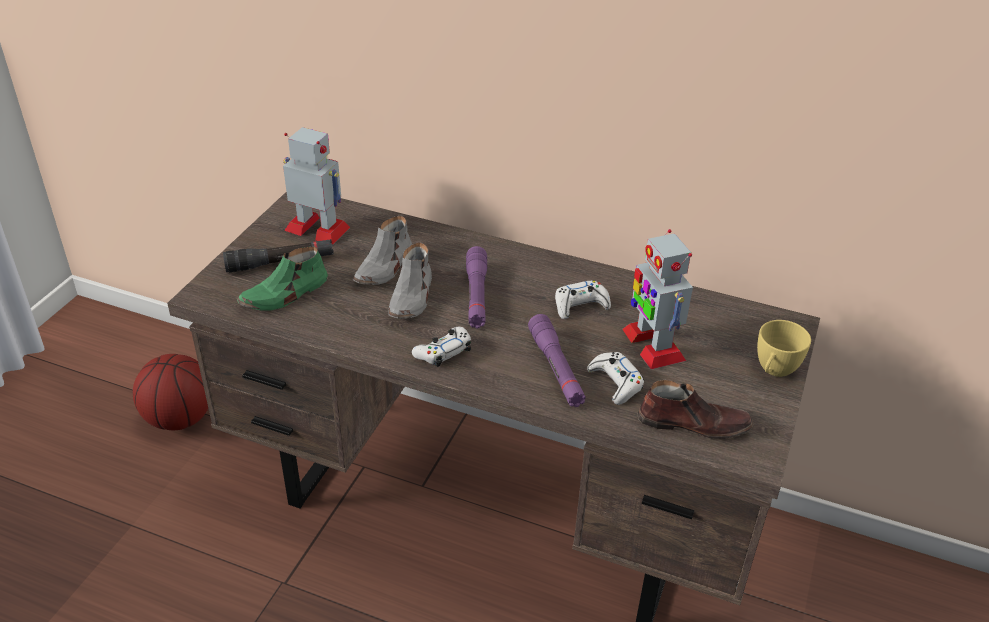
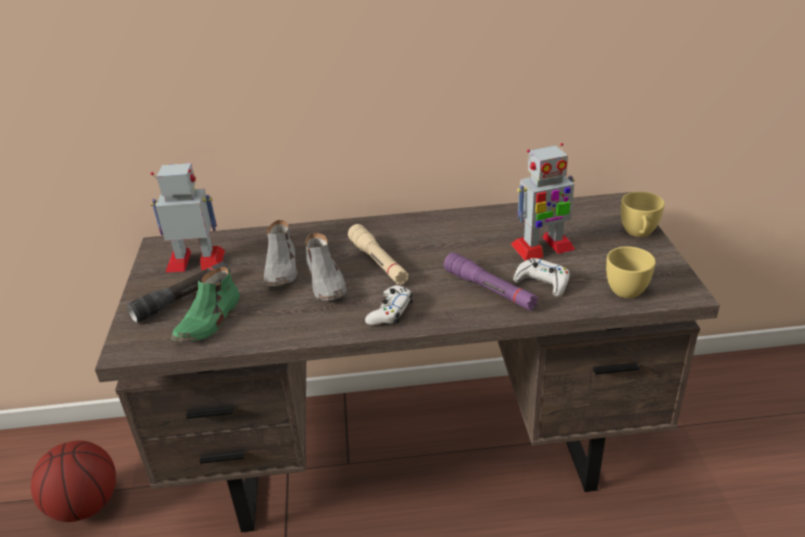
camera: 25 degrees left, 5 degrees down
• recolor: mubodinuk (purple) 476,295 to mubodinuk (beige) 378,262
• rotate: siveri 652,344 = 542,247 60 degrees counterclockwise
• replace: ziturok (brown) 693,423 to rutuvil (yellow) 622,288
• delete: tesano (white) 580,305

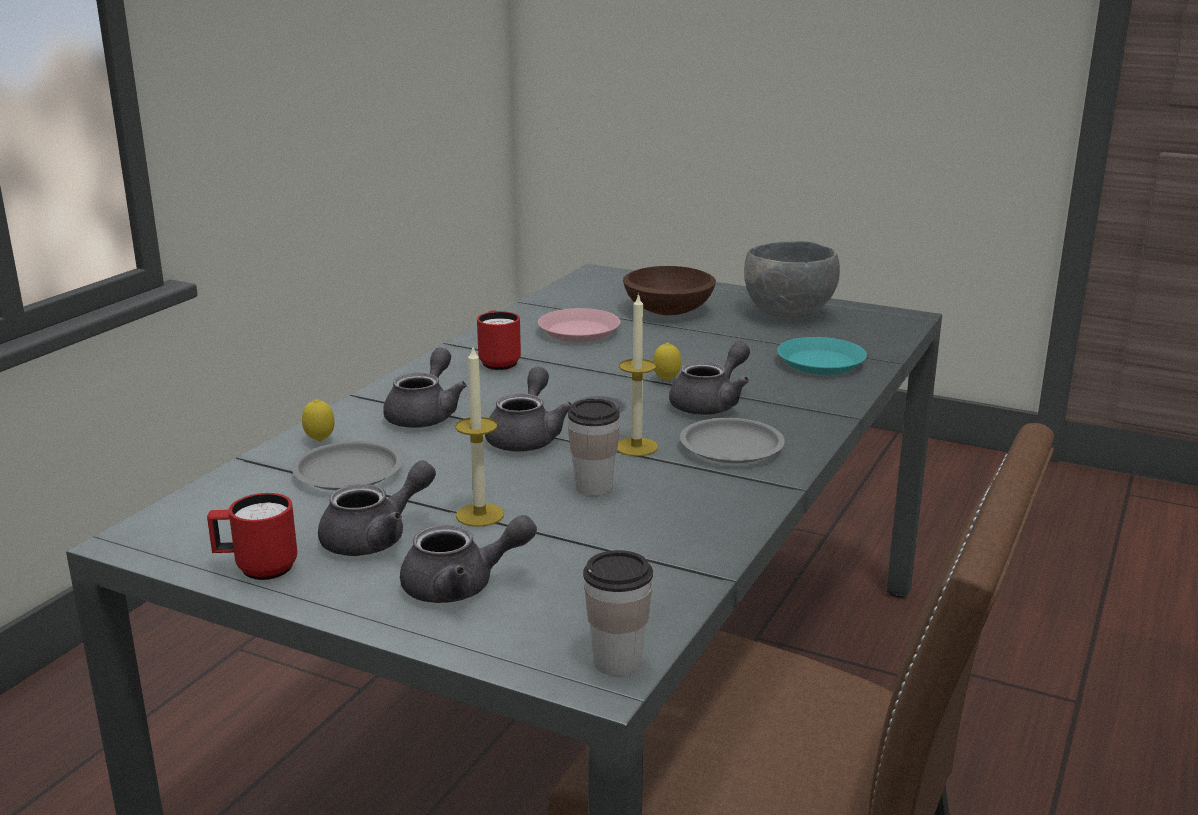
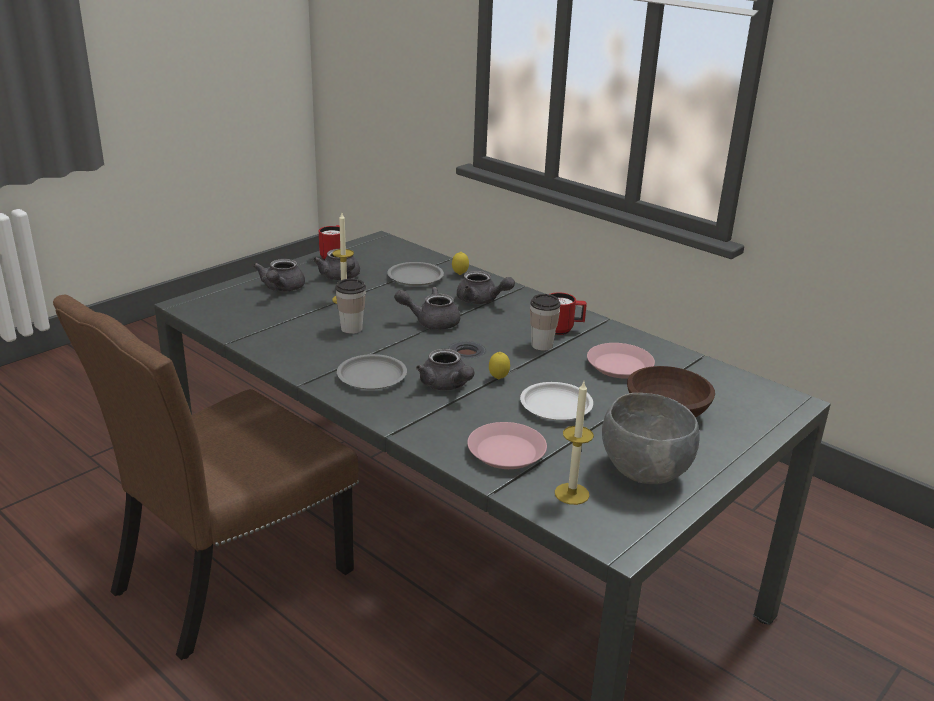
camera: 105 degrees right, 5 degrees up
• rotate: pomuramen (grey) 527,437 = 431,322 150 degrees clockwise
• recolor: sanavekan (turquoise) 820,363 to sanavekan (pink) 506,452
• insert: sanavekan (white) 556,406
• move: rutuvil 617,662 to 542,345
• move: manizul 636,447 to 571,494

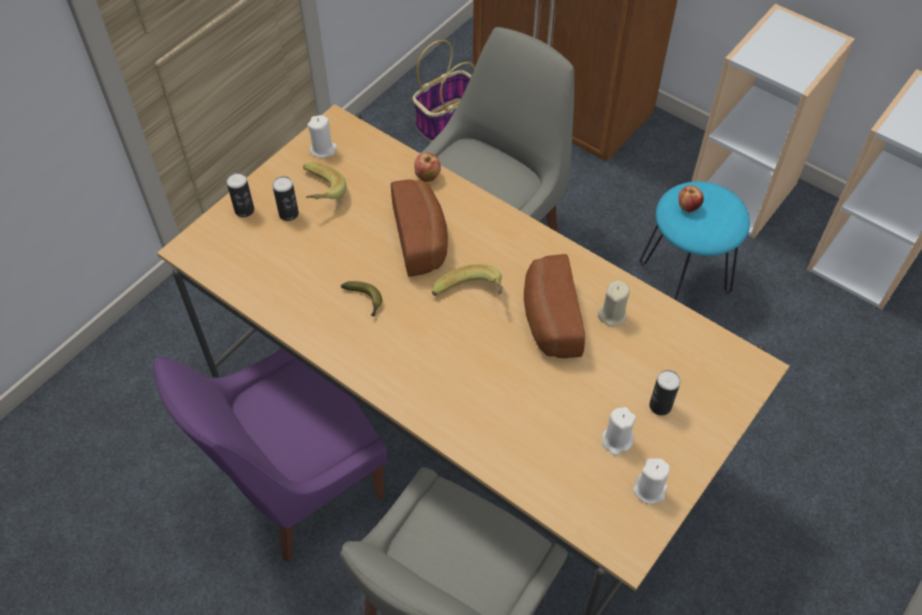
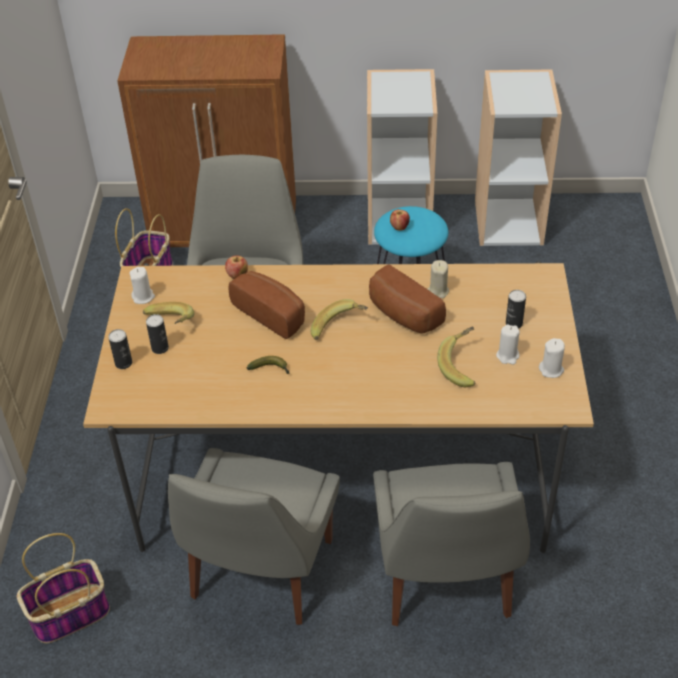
camera: 35 degrees left, 10 degrees down
• insert: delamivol 69,615
• recolor: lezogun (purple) 295,485 to lezogun (grey) 260,573
• insert: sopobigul 463,366

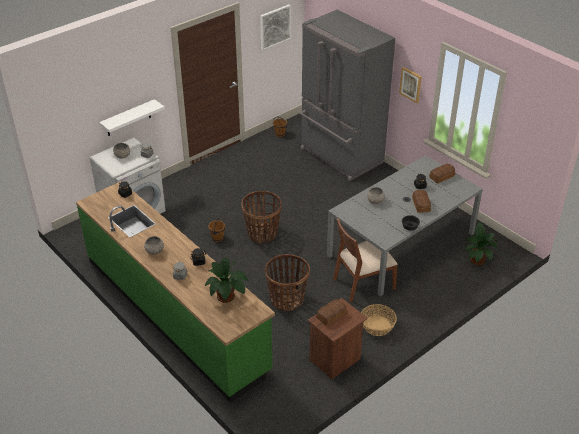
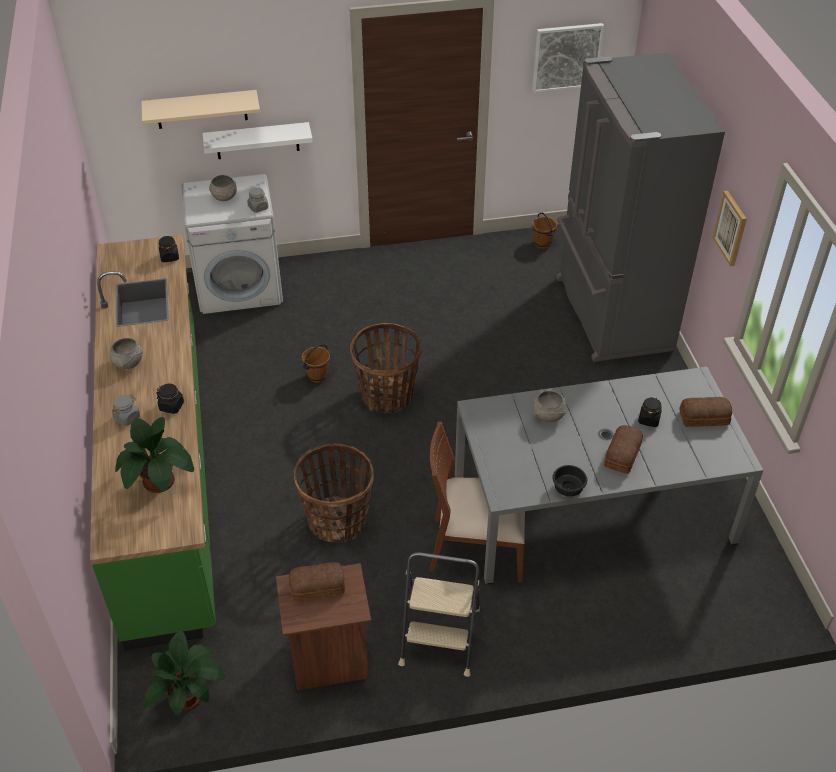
camera: 30 degrees right, 5 degrees up
• insert: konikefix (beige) 201,109
• move: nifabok 477,259 to 188,695
• replace: delamivol 377,325 to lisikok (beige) 441,633

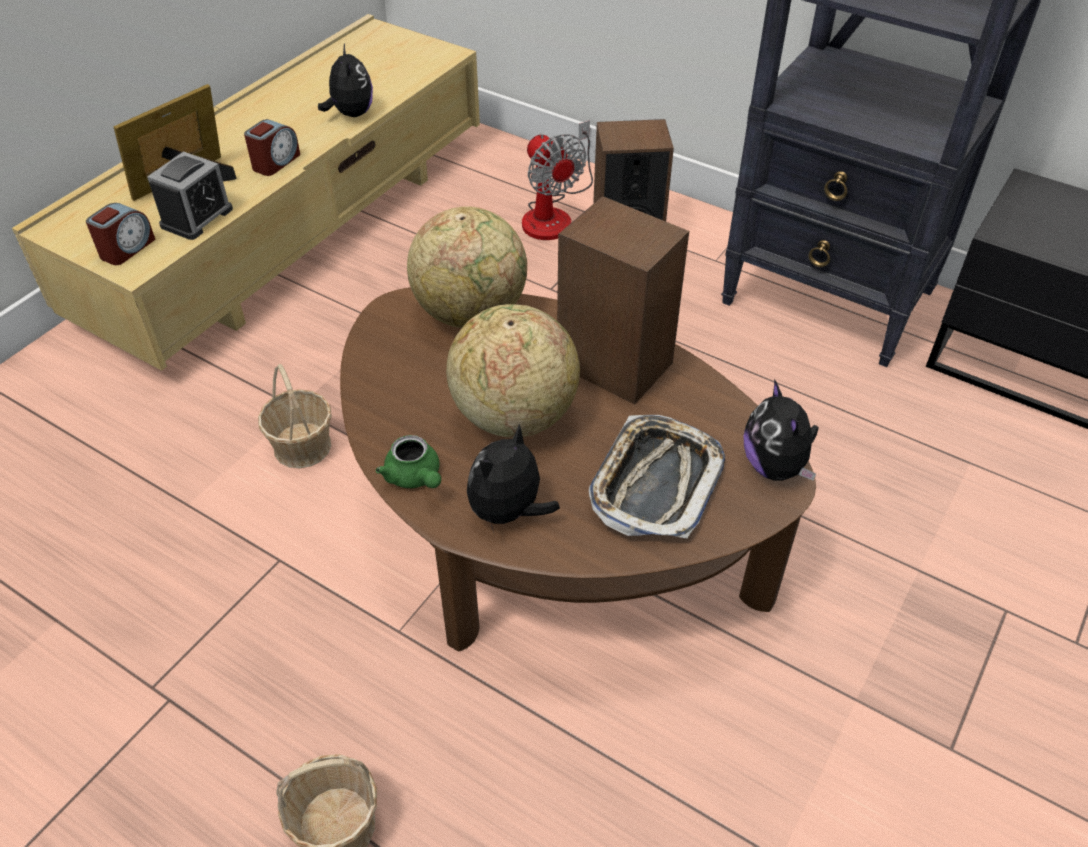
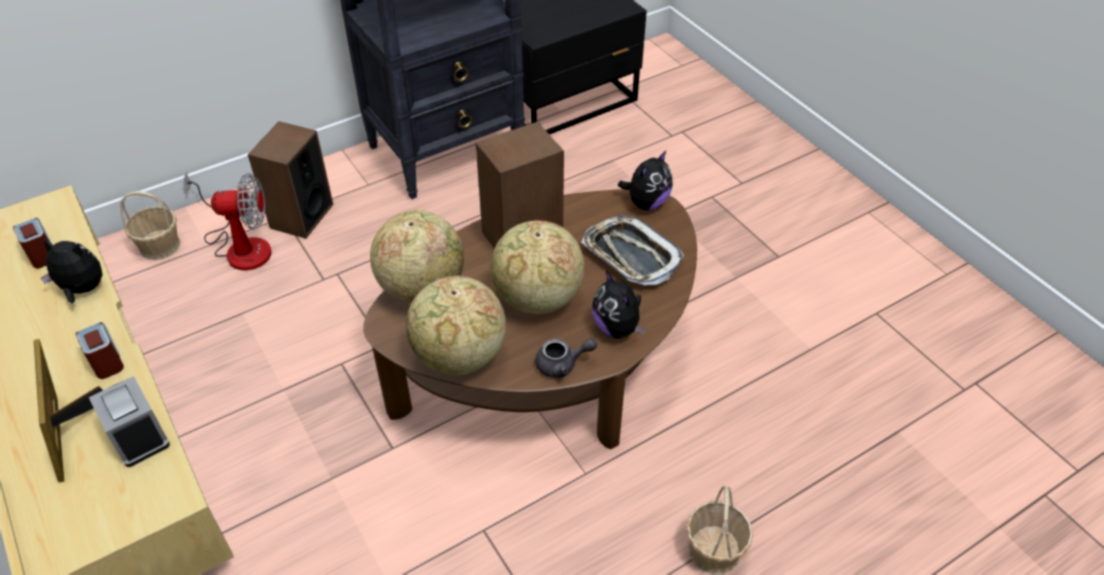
camera: 65 degrees left, 0 degrees up
• move: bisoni 127,249 to 41,253
• move: delamivol 302,446 to 159,245
• insert: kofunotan 459,356
• recolor: pomuramen (green) 415,478 to pomuramen (grey) 562,364
• rotate: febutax 776,466 = 646,203 60 degrees counterclockwise

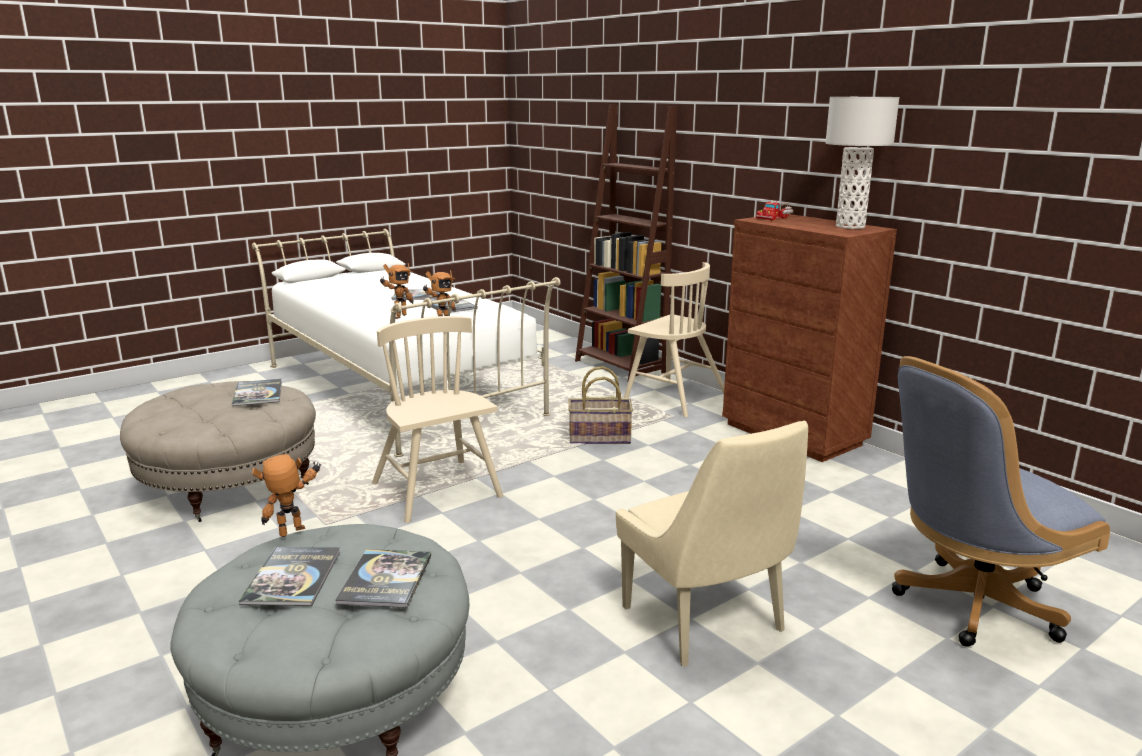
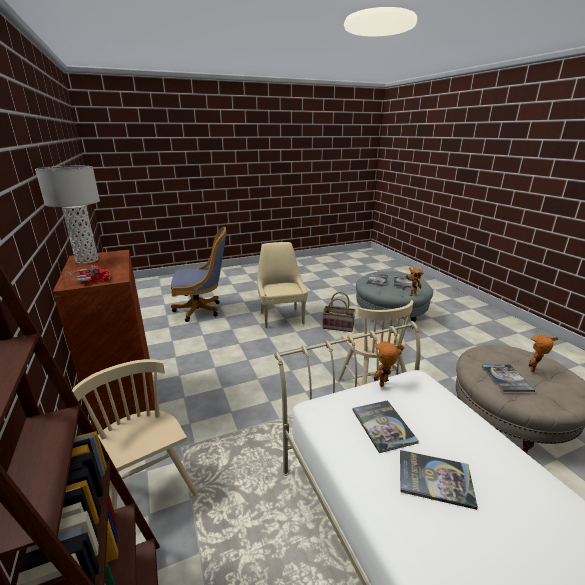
camera: 165 degrees left, 5 degrees up
• move: delamivol 599,438 to 338,326
• move: siveri 398,316 to 535,370

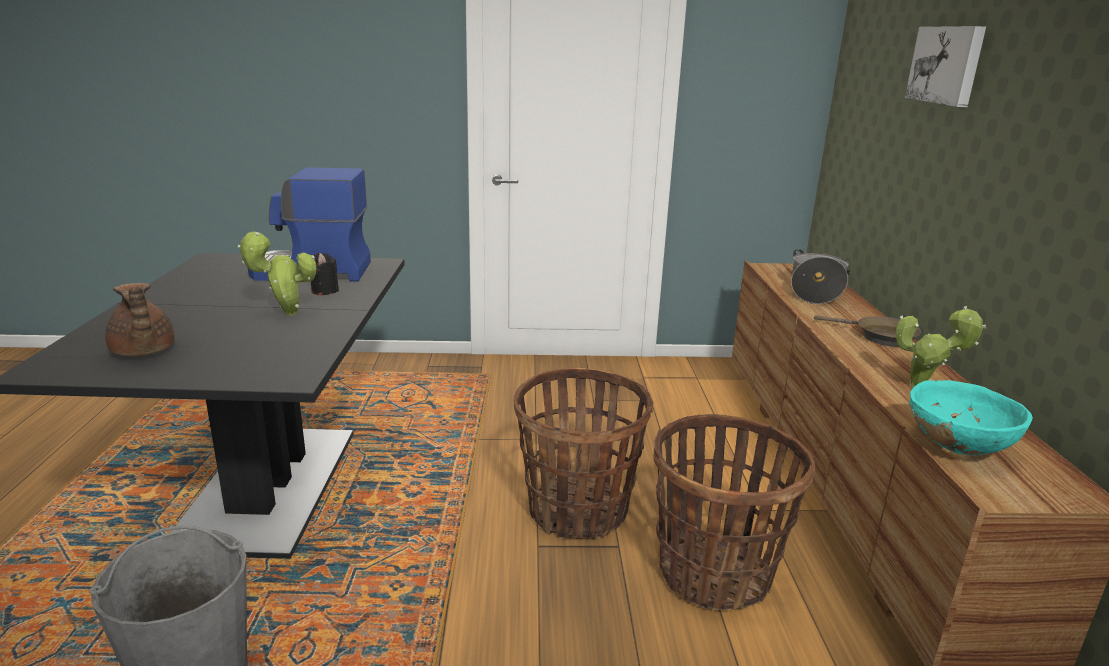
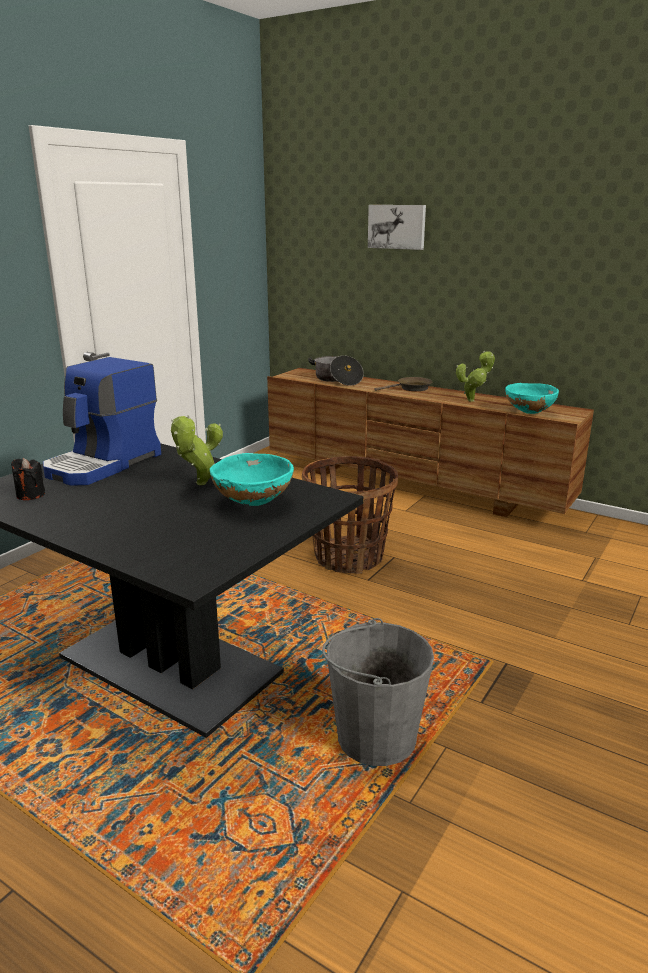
camera: 55 degrees left, 0 degrees up
• move: manizul (black) 325,291 to 30,495
• insert: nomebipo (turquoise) 252,504
• delete: pomuramen (brown) 143,352
• delete: delamivol 715,574

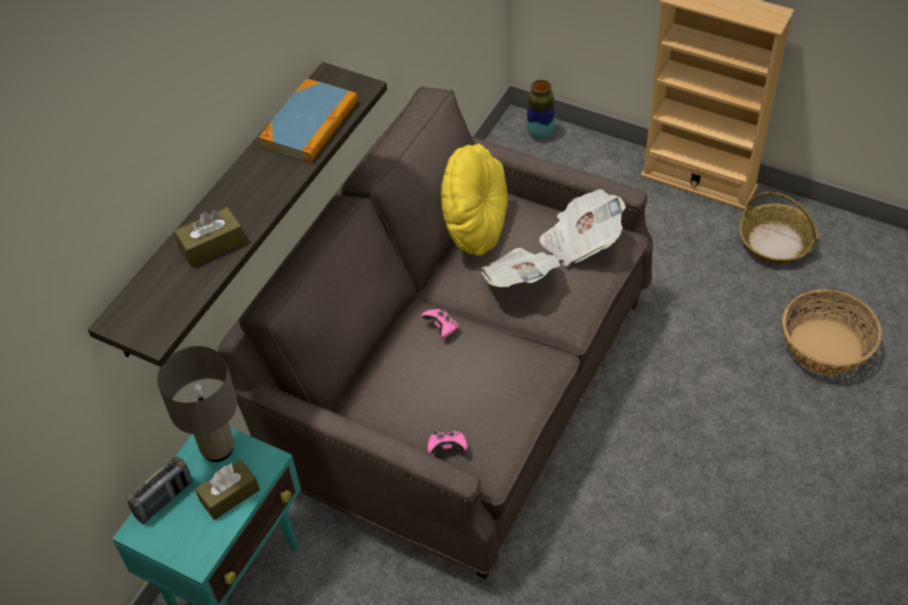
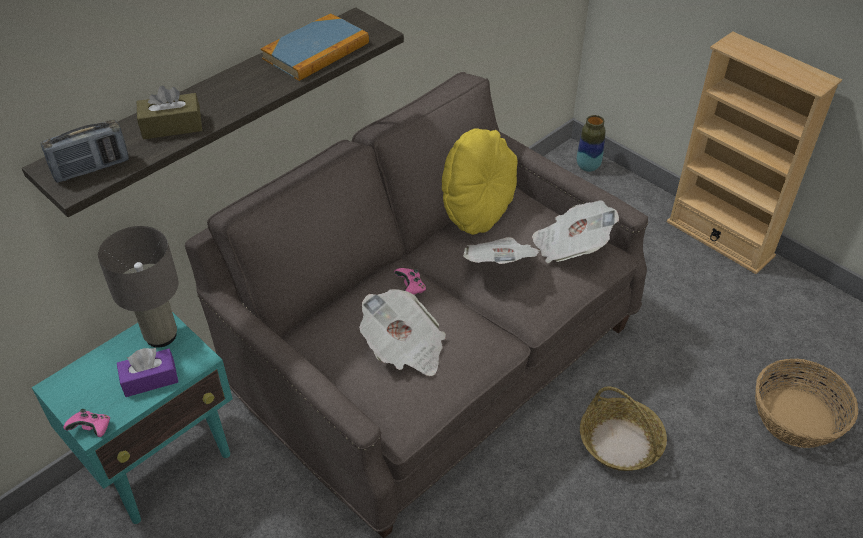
camera: 15 degrees right, 5 degrees down
• move: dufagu 164,500 to 91,168
• move: tesano (pink) 447,447 to 92,429
• recolor: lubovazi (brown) 229,495 to lubovazi (purple) 150,379
• insert: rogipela 404,348
• move: delamivol 776,242 to 621,443

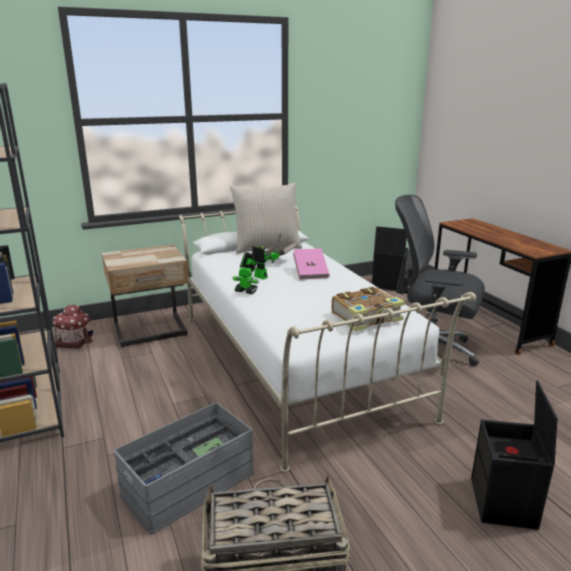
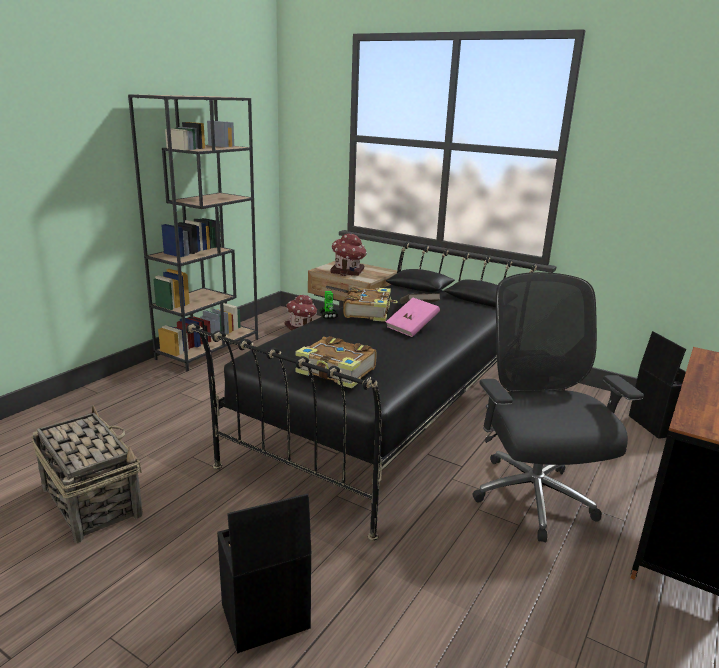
camera: 55 degrees right, 0 degrees up
• recolor: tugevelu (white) 293,363 to tugevelu (black) 385,420
• insert: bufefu 348,271
• replace: siveri 259,276 to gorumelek 368,312
• delete: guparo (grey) 189,484
• delete: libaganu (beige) 267,248

